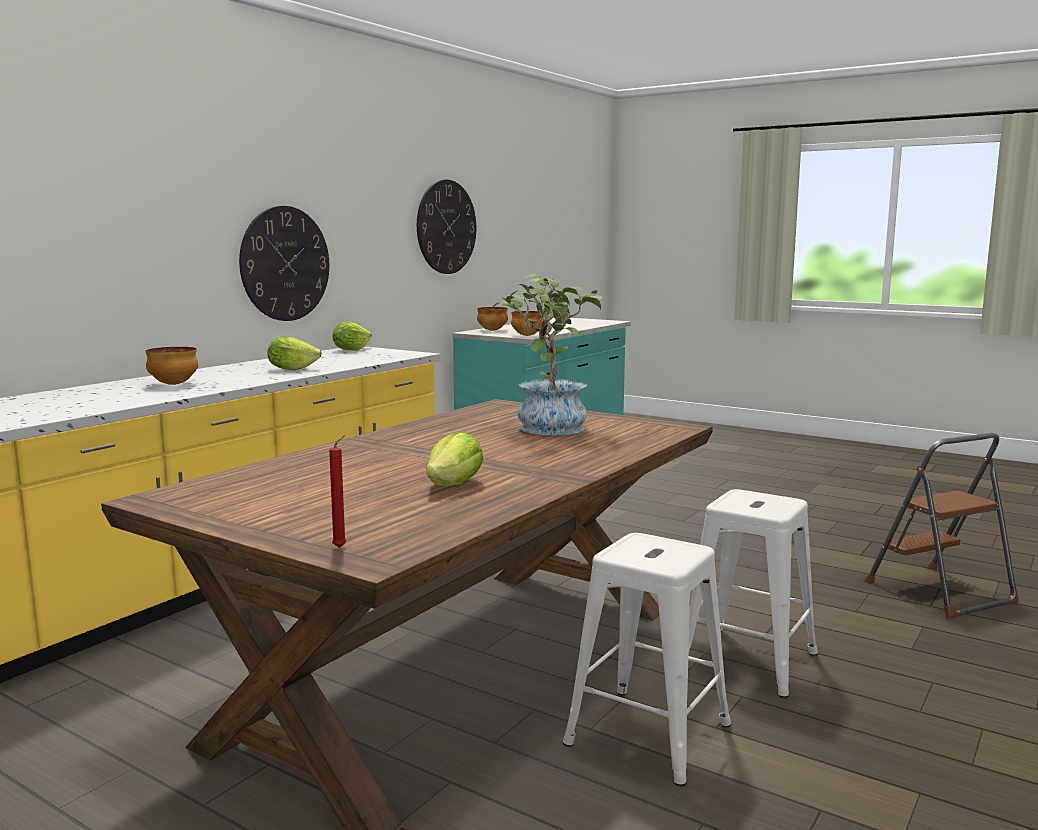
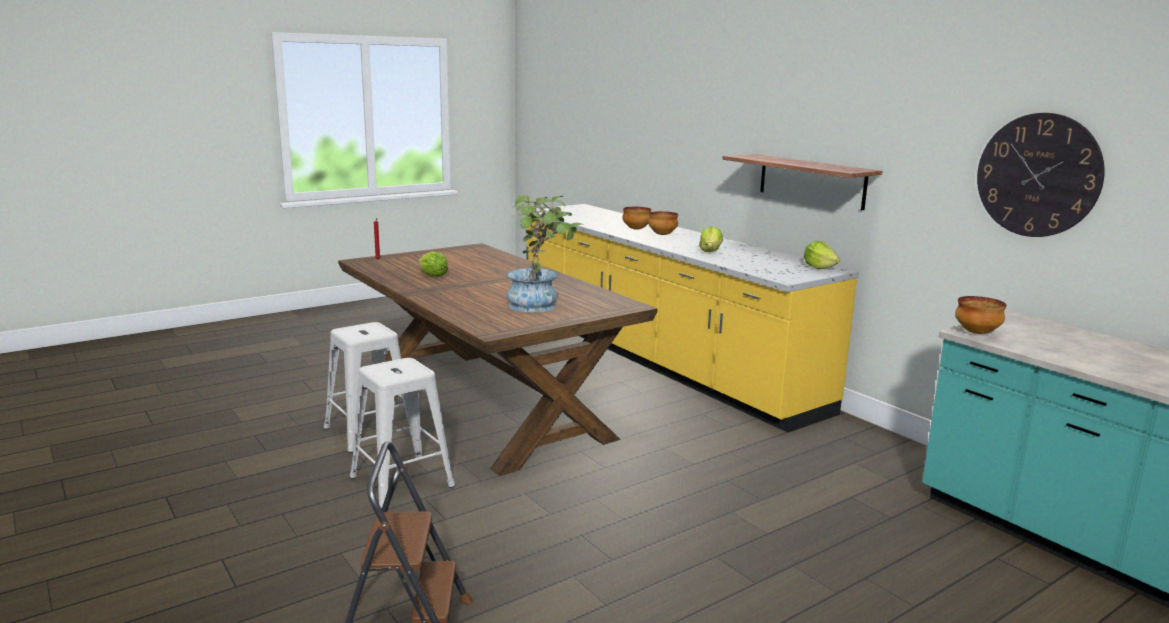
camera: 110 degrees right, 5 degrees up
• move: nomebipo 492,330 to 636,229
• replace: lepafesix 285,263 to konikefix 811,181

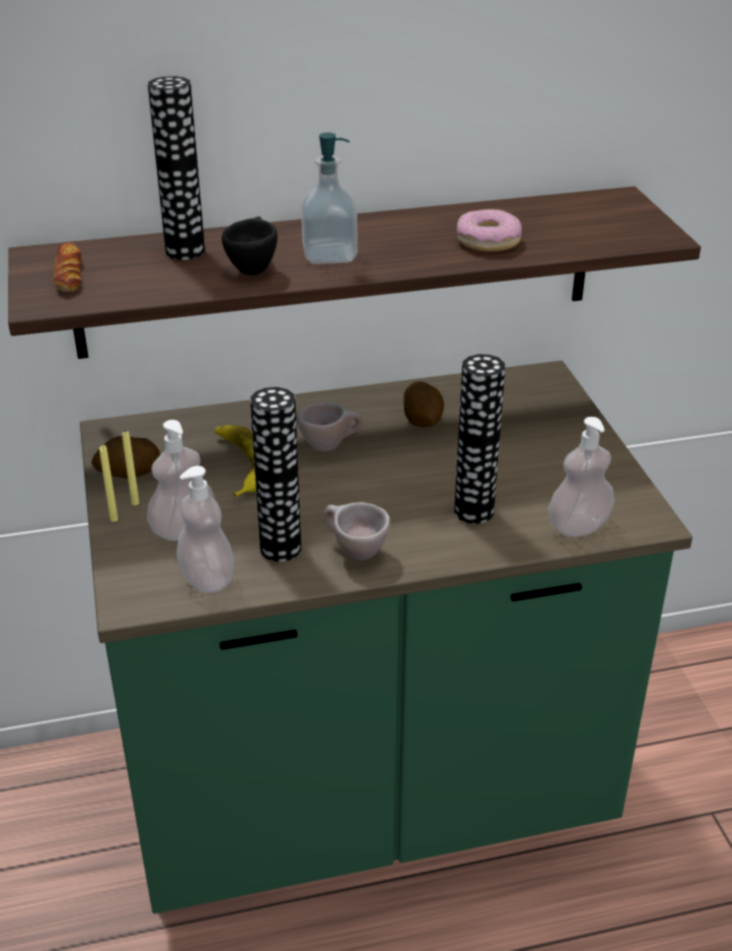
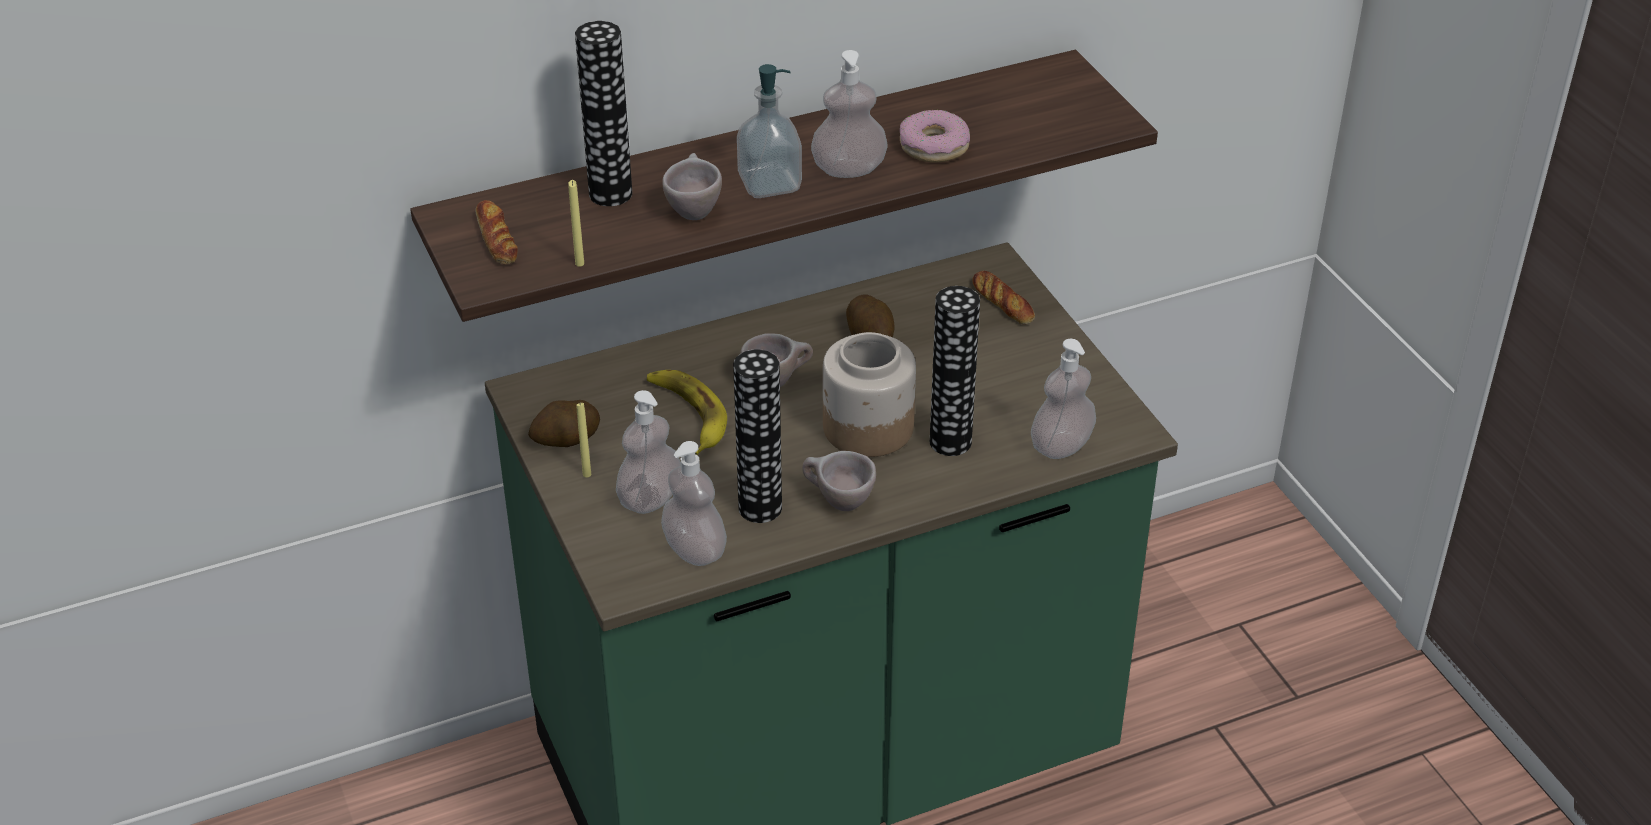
camera: 10 degrees left, 5 degrees up
• move: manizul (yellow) 114,519 to 579,264
• recolor: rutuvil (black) 252,267 to rutuvil (beige) 692,209
• insert: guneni 849,169
• insert: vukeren 867,428
• insert: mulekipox 1003,303

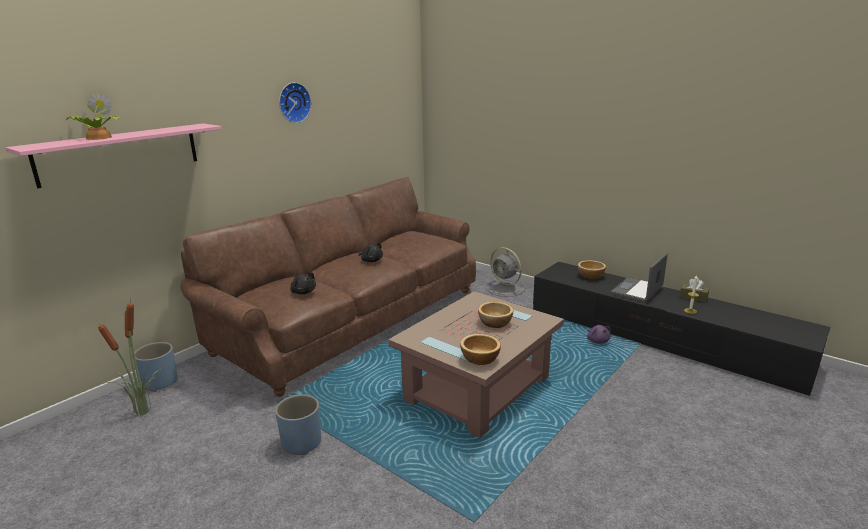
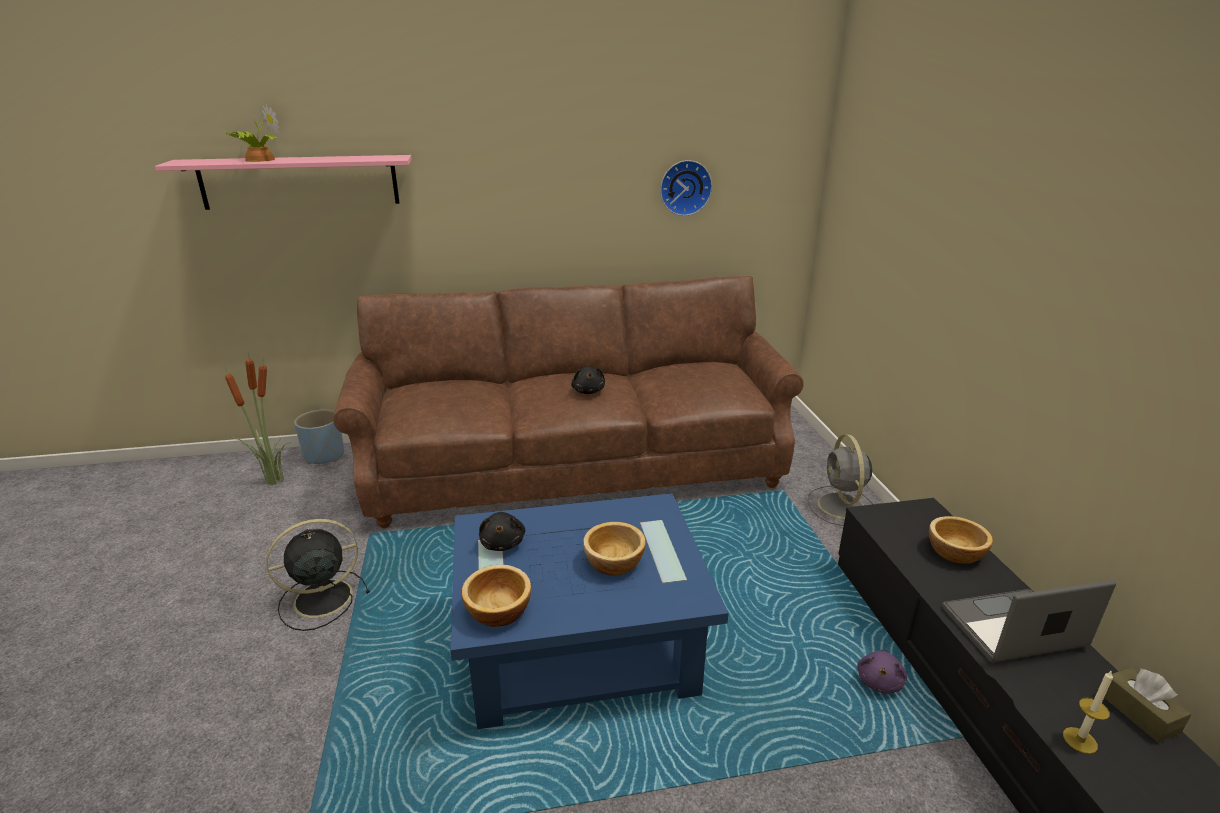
camera: 40 degrees right, 5 degrees up
• replace: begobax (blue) 301,443 to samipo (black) 320,599
• recolor: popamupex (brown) 477,388 to popamupex (blue) 581,649
• move: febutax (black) 303,292 to 503,543
• move: lepafesix 293,102 to 685,187

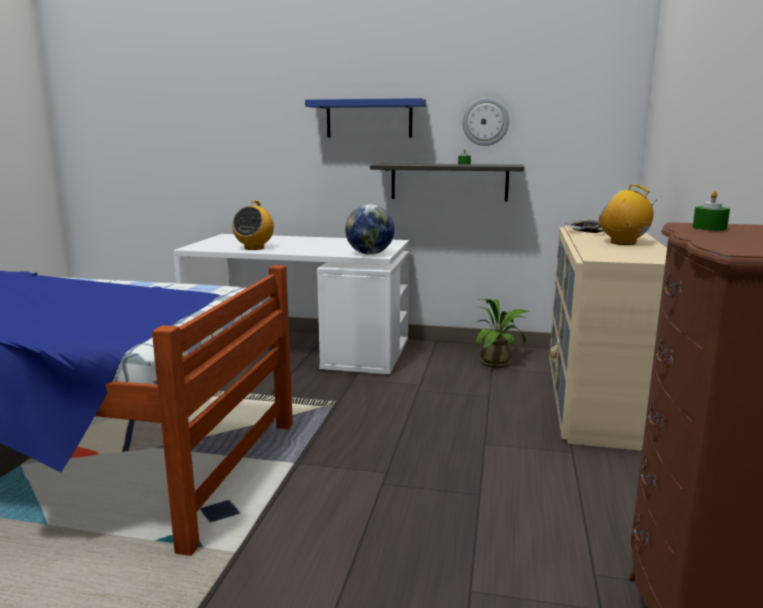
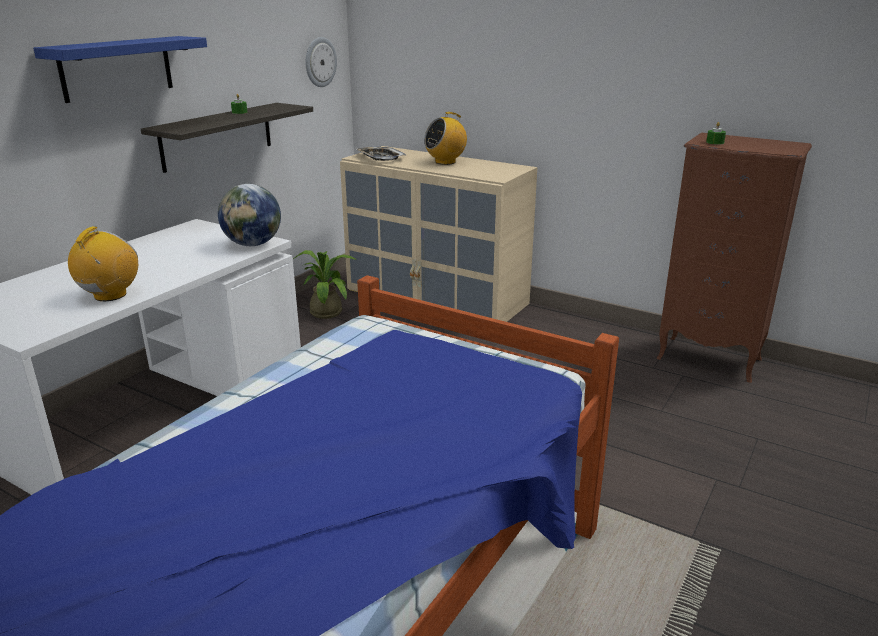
camera: 70 degrees left, 10 degrees up
• rotate: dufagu 254,248 = 110,295 105 degrees counterclockwise
• move: lepafesix 485,122 to 320,62

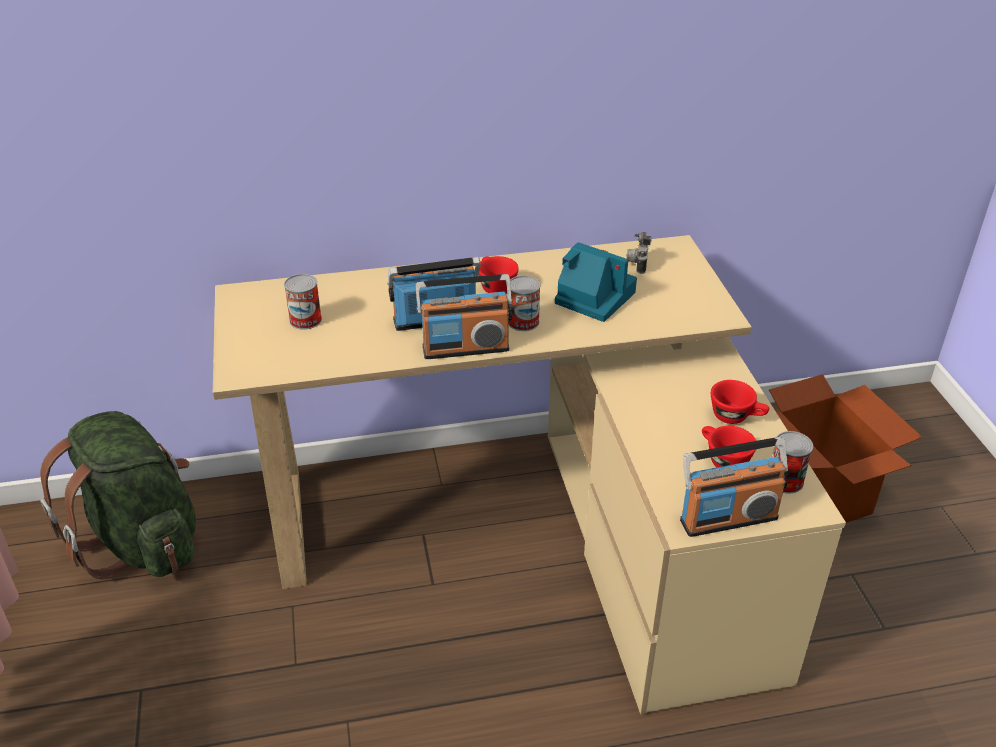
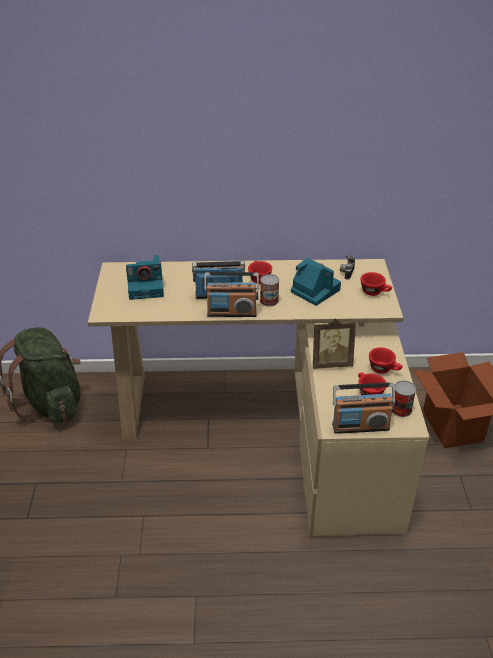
camera: 10 degrees right, 0 degrees up
• replace: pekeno 305,320 to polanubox 147,287
• insert: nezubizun 331,363
• insert: rutuvil (red) 375,292

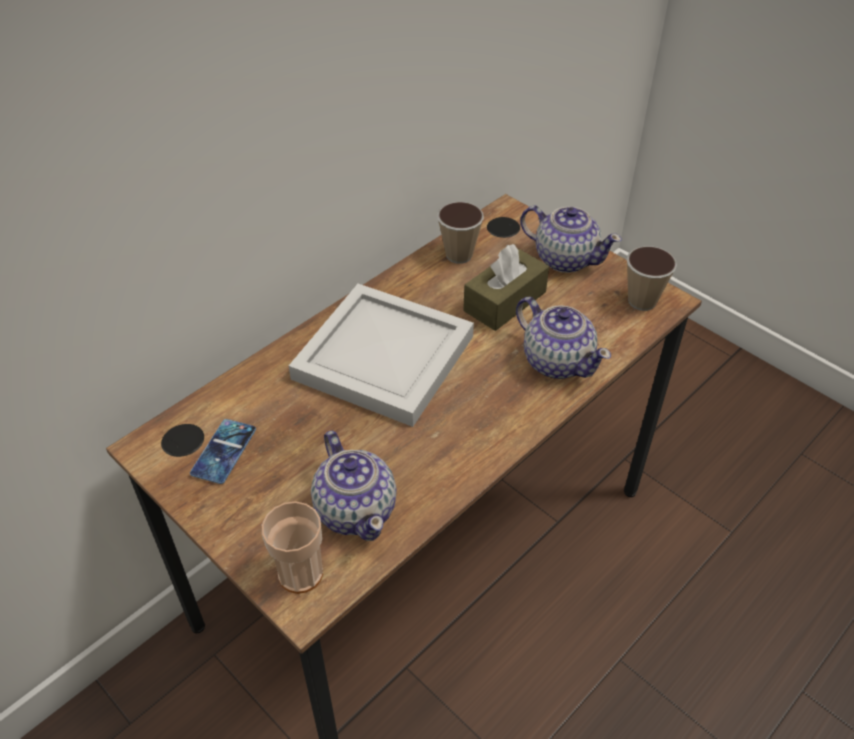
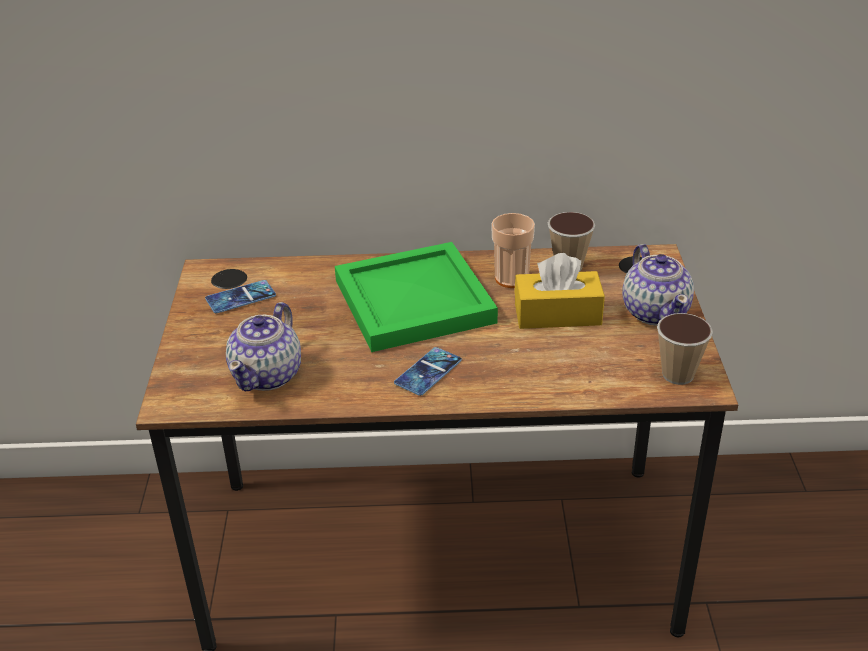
camera: 45 degrees right, 10 degrees down
• recolor: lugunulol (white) 383,355 to lugunulol (green) 415,300
• insert: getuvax 428,372
• move: rutuvil 300,573 to 511,278
• recolor: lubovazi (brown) 505,301 to lubovazi (yellow) 557,314
• delete: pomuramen 557,361

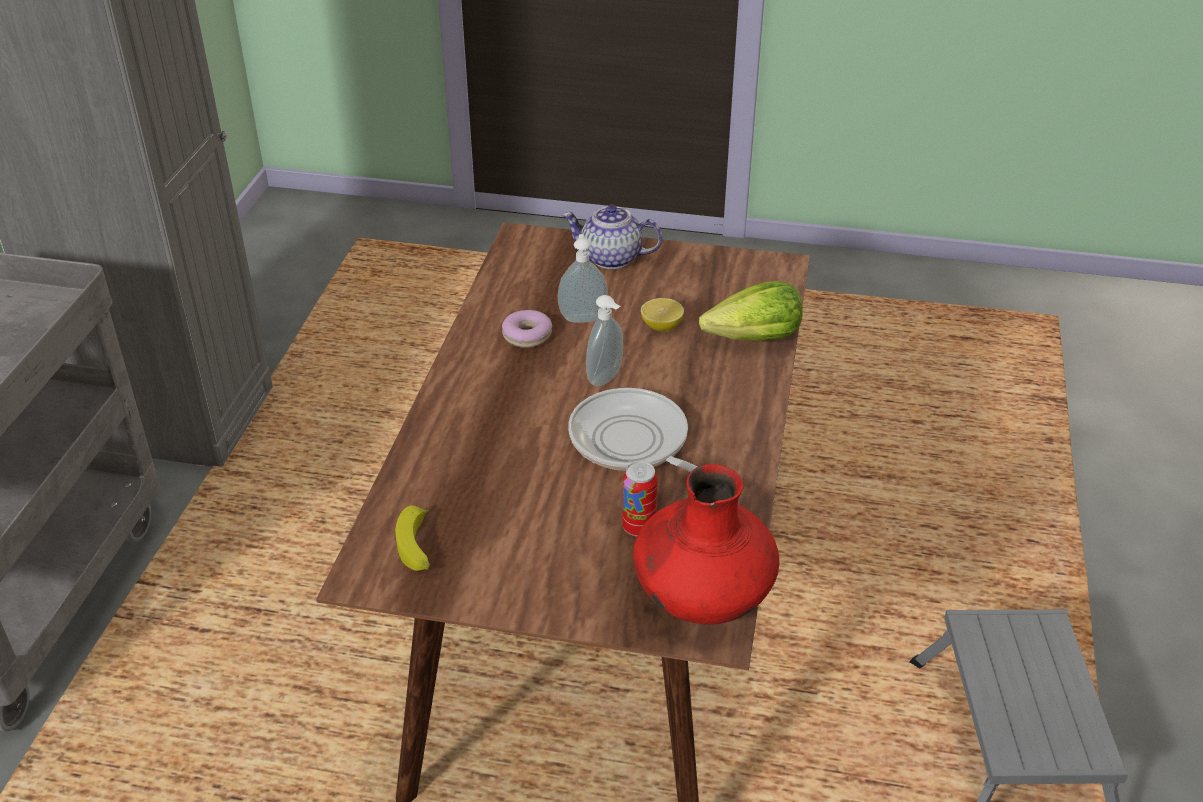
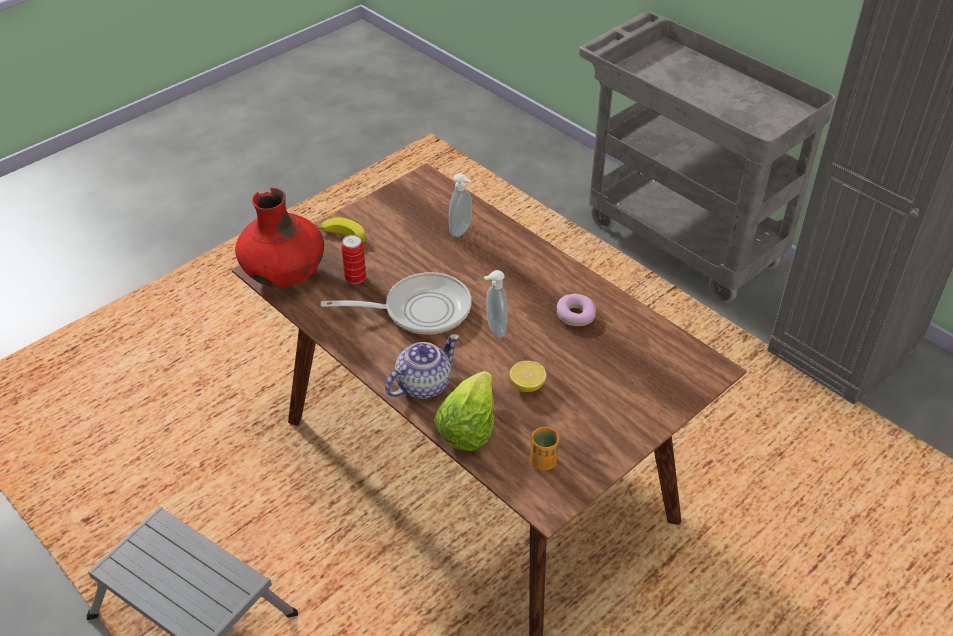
camera: 125 degrees right, 5 degrees up
• move: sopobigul 418,547 to 343,236
• move: pomuramen 610,258 to 423,384
• move: guneni 583,317 to 462,231
• insert: rutuvil (orange) 543,461

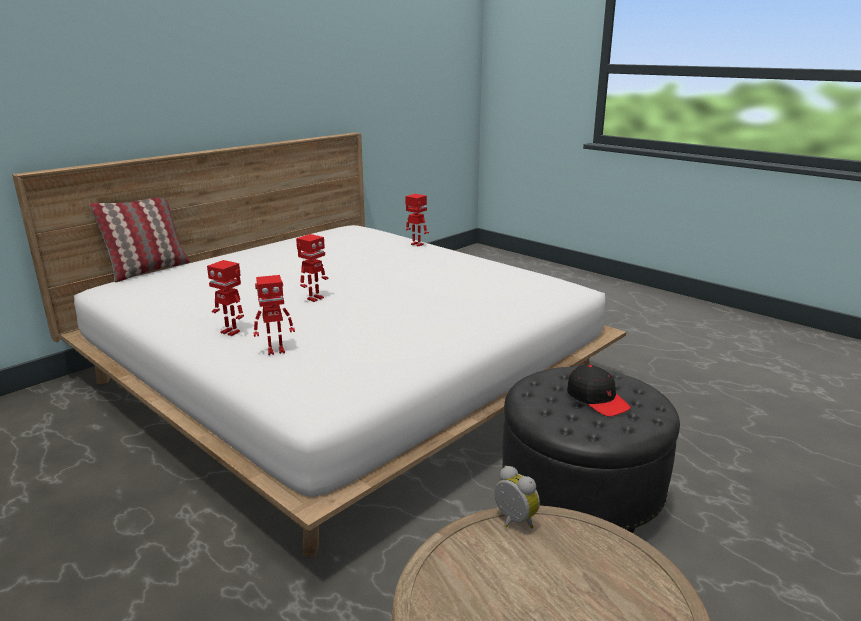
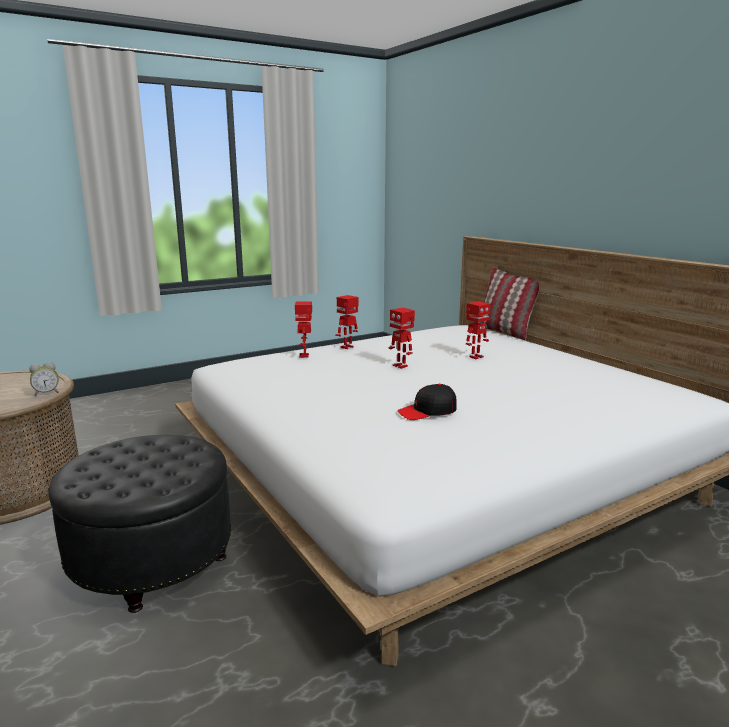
camera: 105 degrees right, 5 degrees down
• move: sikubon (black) 597,399 to 427,412
• move: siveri 416,244 to 475,357

